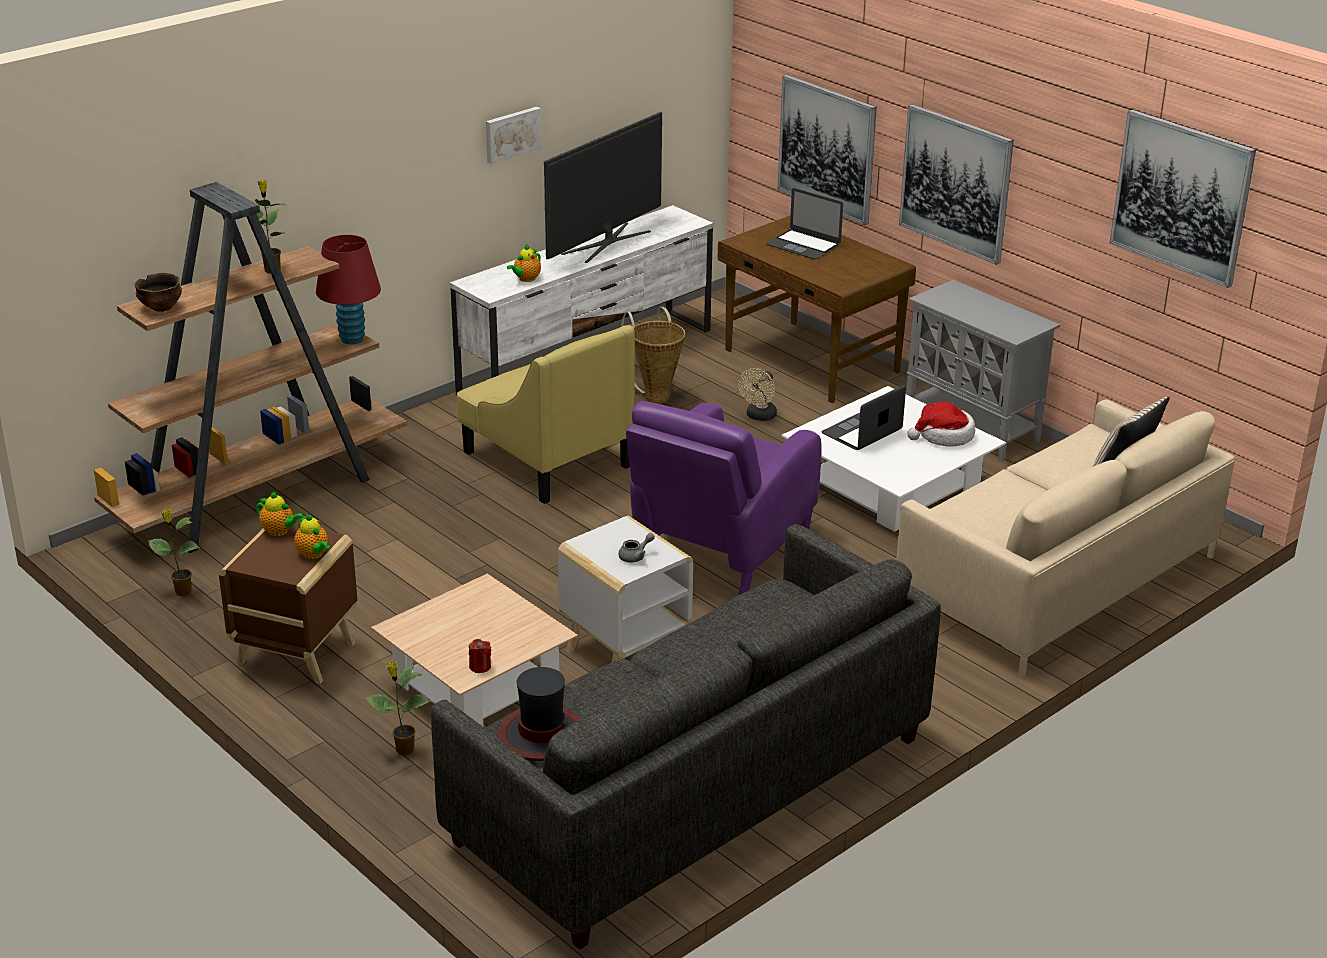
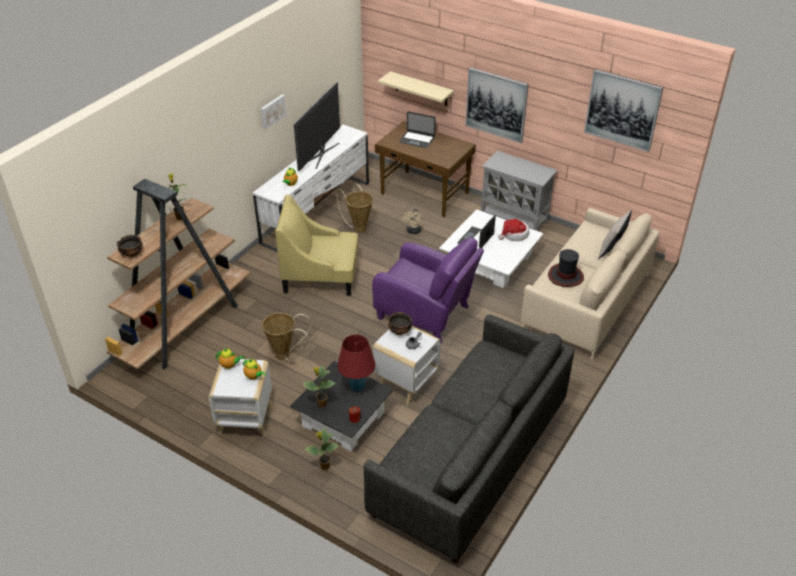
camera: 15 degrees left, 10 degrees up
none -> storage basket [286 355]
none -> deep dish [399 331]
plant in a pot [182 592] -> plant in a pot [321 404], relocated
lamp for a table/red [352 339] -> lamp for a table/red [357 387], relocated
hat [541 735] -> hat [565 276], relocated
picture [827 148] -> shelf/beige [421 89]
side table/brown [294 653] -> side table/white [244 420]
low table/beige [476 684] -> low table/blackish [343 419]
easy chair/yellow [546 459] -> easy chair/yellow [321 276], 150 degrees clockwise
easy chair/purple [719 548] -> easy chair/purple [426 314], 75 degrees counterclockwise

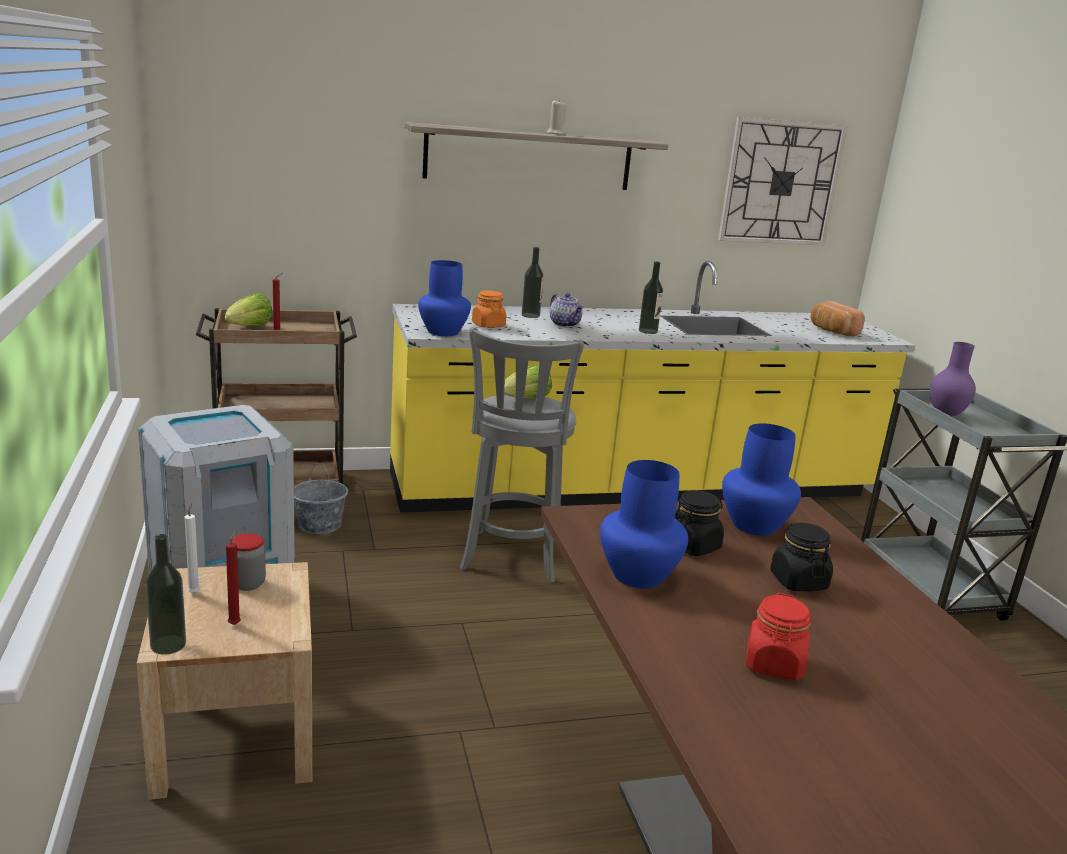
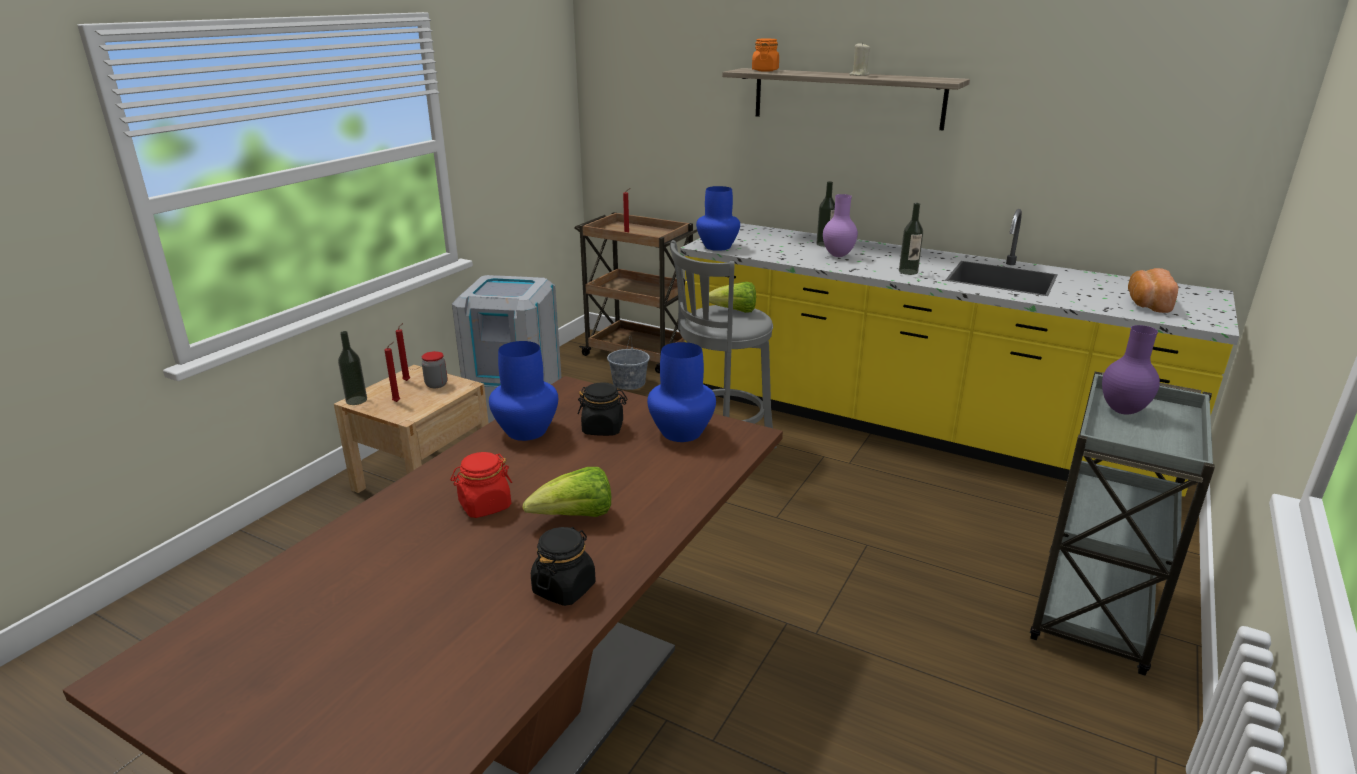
camera: 45 degrees right, 5 degrees up
wall clock [780 183] -> none
lettuce [249 328] -> lettuce [575 517], relocated
storage jar/orange-coloured [488 325] -> storage jar/orange-coloured [765 70], relocated
storage jar/blackish [798 581] -> storage jar/blackish [564 588], relocated
pot for tea [565 324] -> decorative vase/purple [838 255]
candle/white [194 592] -> candle/red [407 380]

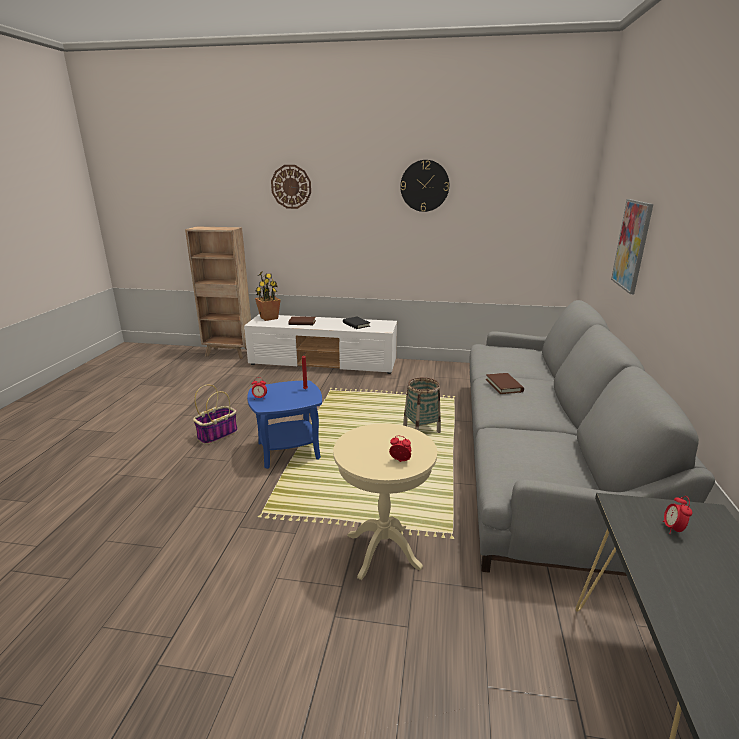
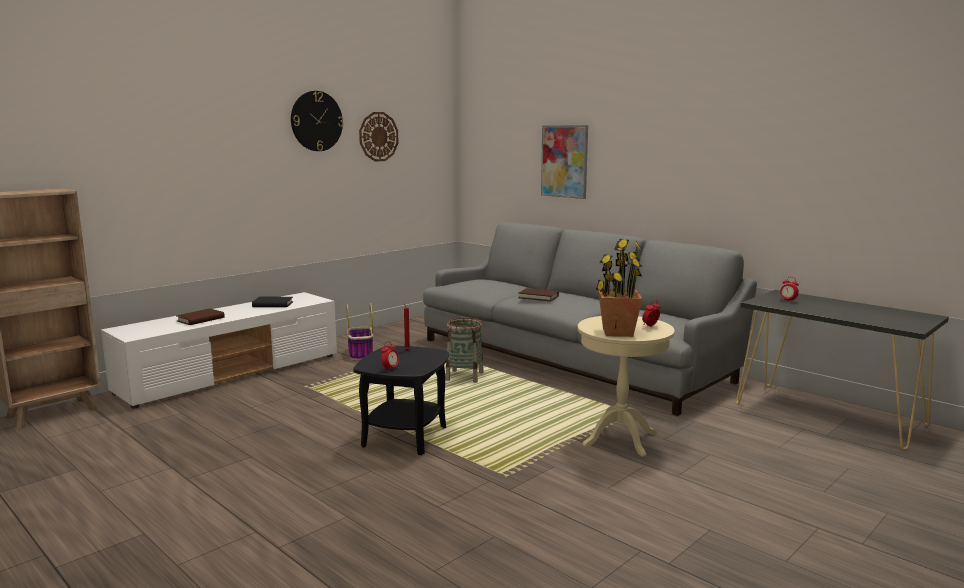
camera: 55 degrees left, 10 degrees down
storage basket [218 434] -> storage basket [360 354], relocated
plant in a pot [269 318] -> plant in a pot [617 332], relocated
wall clock [291 187] -> wall clock [378 136], relocated
side table/blue [289 450] -> side table/blackish [404 437]

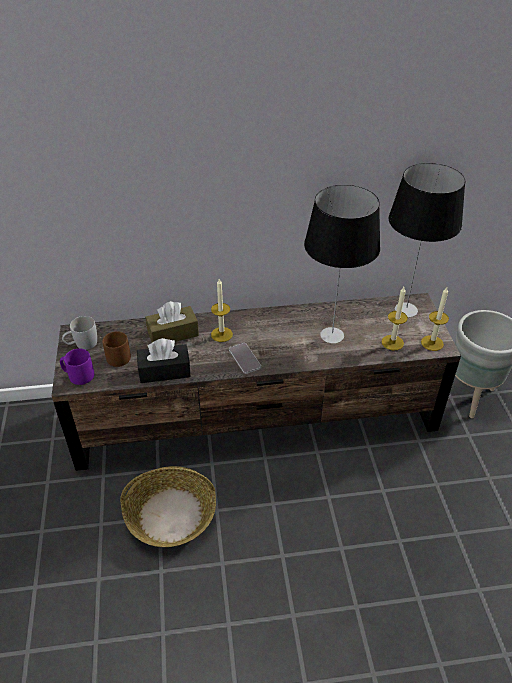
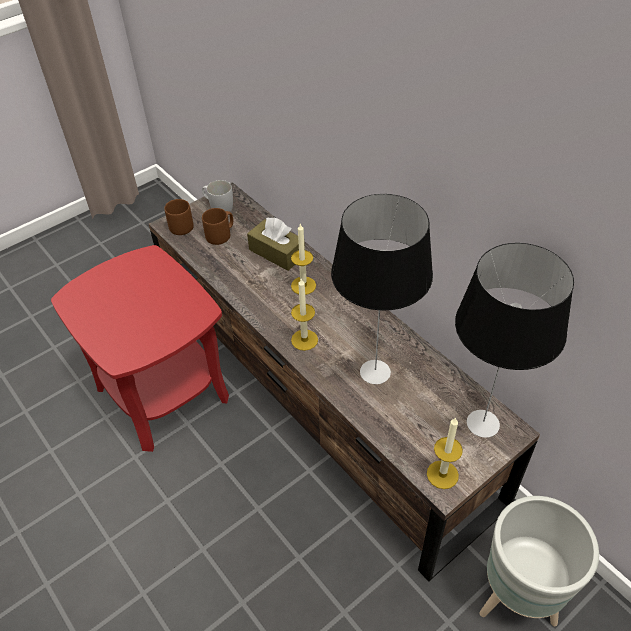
camera: 60 degrees right, 5 degrees up
tissue box/blackish [164 371] -> none
phone [244 358] -> none
candle [392 342] -> candle [304 340], relocated
storage basket [171 514] -> side table/red [164 393]
mug/purple [78 375] -> mug/brown [180 225]

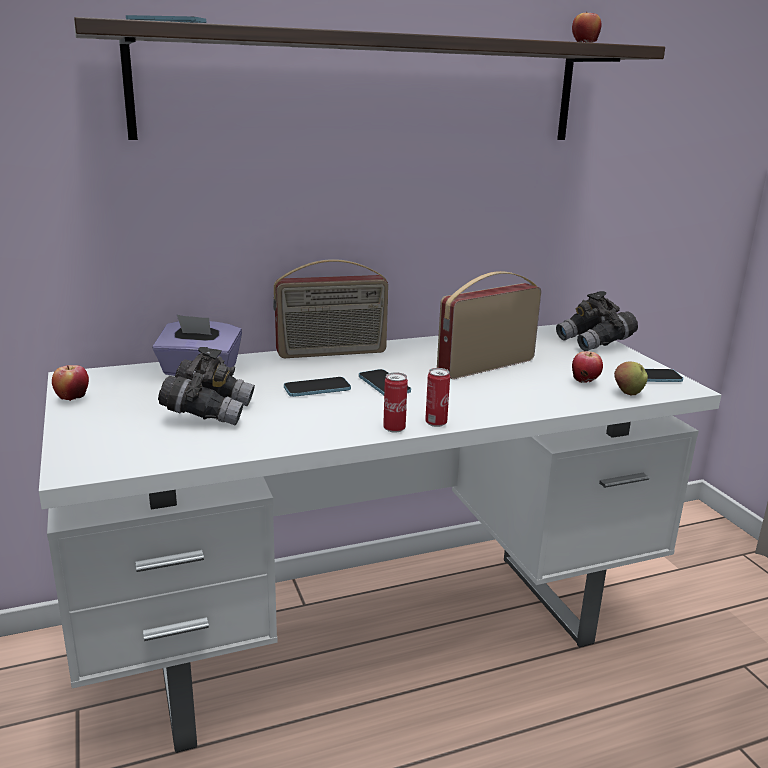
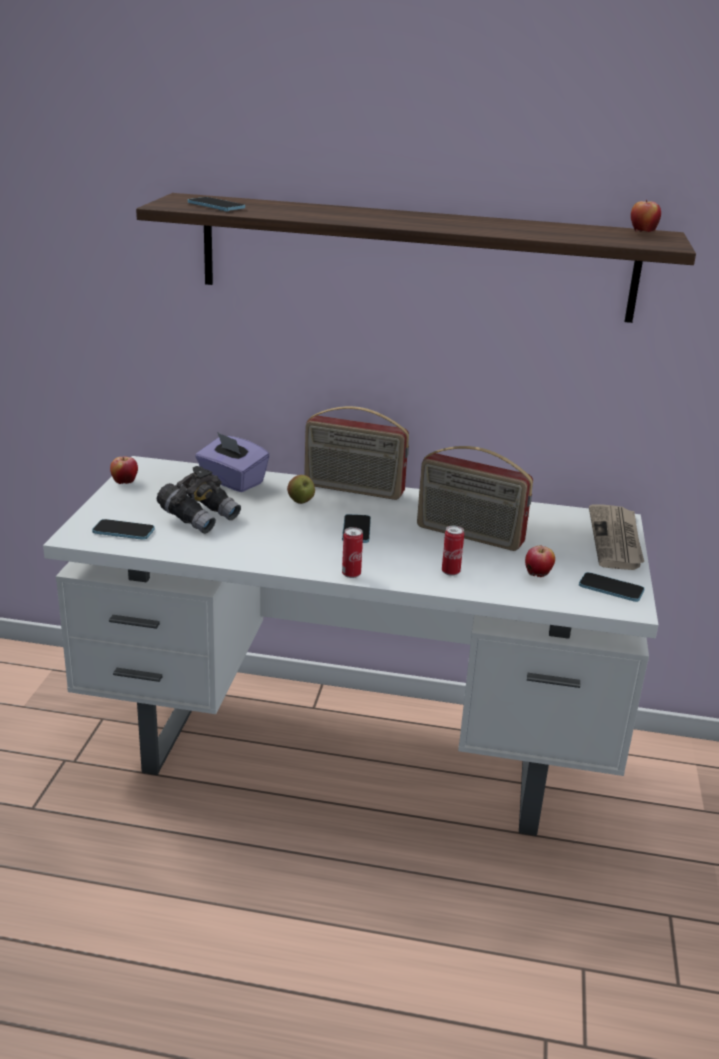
camera: 30 degrees right, 5 degrees up
phone [317 389] -> phone [123 531], relocated
metal can [394 429] -> metal can [450 572], relocated
apple [628 393] -> apple [301 502], relocated
field glasses/greyish [594 343] -> printed paper [616 540]
radio receiver [485 366] -> radio receiver [469 536], 150 degrees counterclockwise

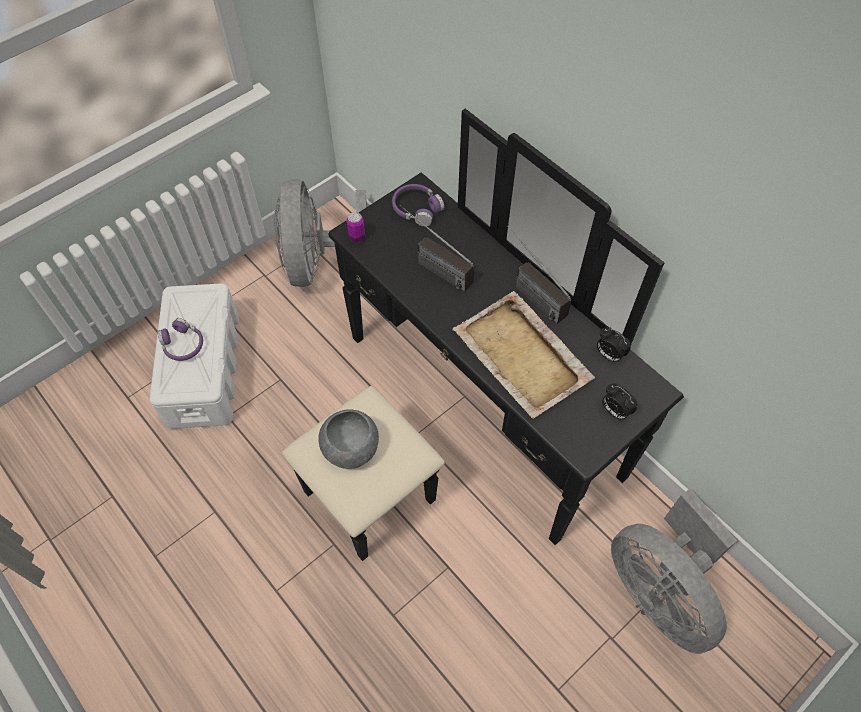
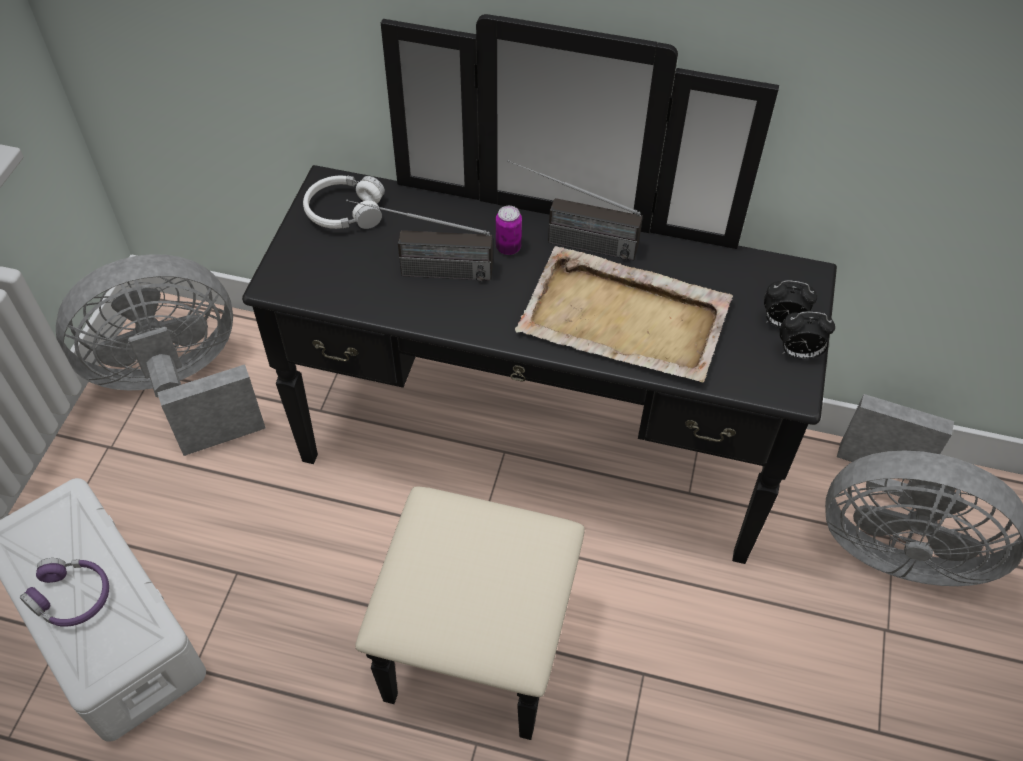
camera: 35 degrees left, 5 degrees down
deep dish/greyish [351 448] -> none
metal can [357 238] -> metal can [508 247], relocated
bedside clock [608 355] -> bedside clock [798 353], relocated
headphones/purple [416 209] -> headphones/white [345 211]
fan/greyish [318 262] -> fan/greyish [179 389], 105 degrees clockwise

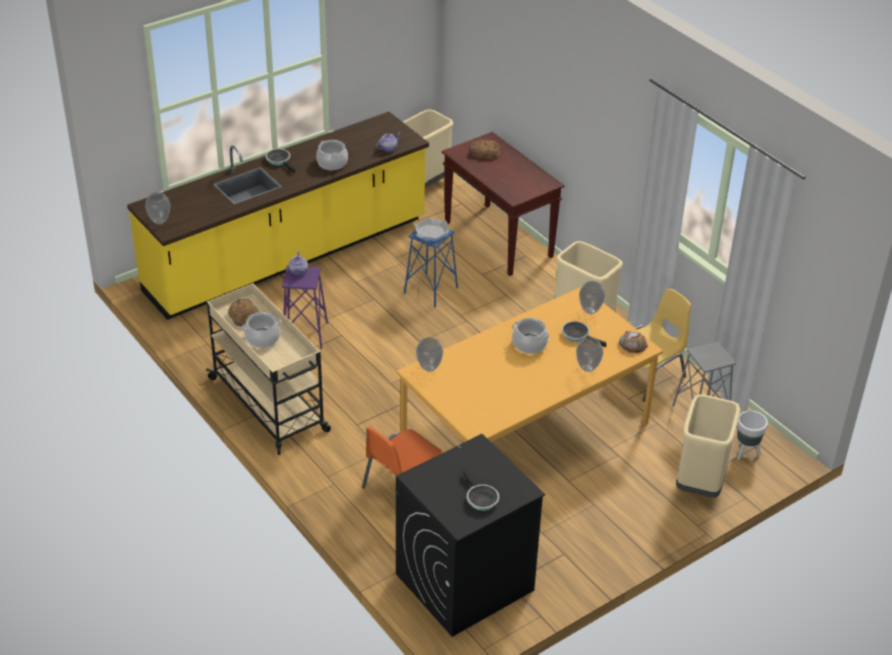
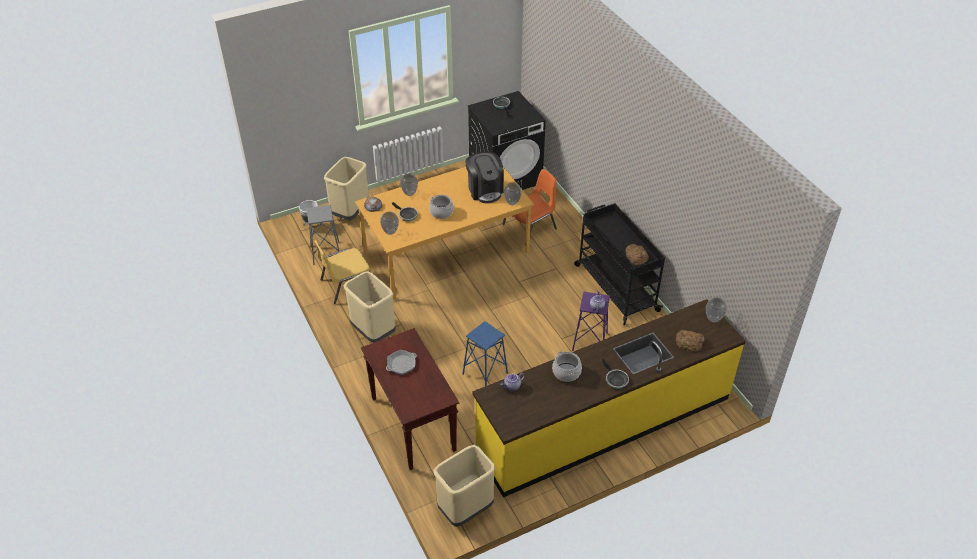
camera: 170 degrees left, 5 degrees up
saucepot [262 338] -> none
none -> coffee maker [485 190]
skillet [431 232] -> skillet [401 364], relocated
bread [485 152] -> bread [689 342], relocated
trolley/beige [269 405] -> trolley/blackish [615 287]

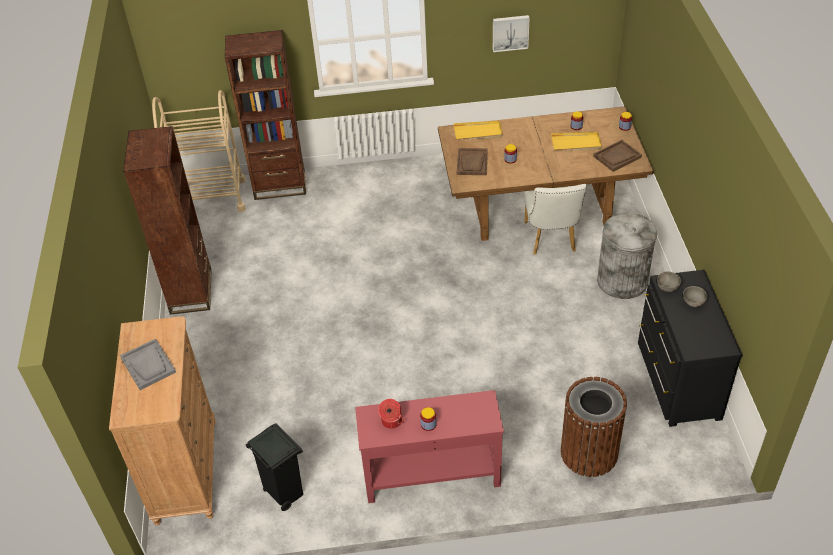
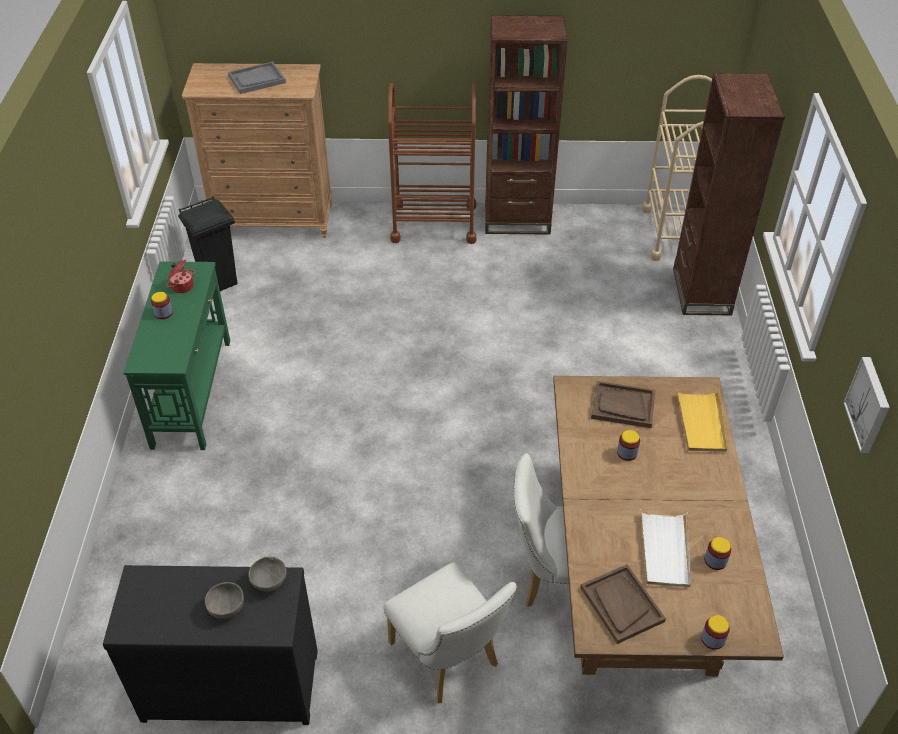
camera: 95 degrees right, 0 degrees up
rubbish bin/brown [588 453] -> none
none -> trolley/brown [434 223]
rubbish bin/greyish [622 281] -> upright chair/white [449 659]
narrow table/red [431 474] -> narrow table/green-coloured [193 391]
carrying tray/yellow [576 143] -> carrying tray/white [665 550]

